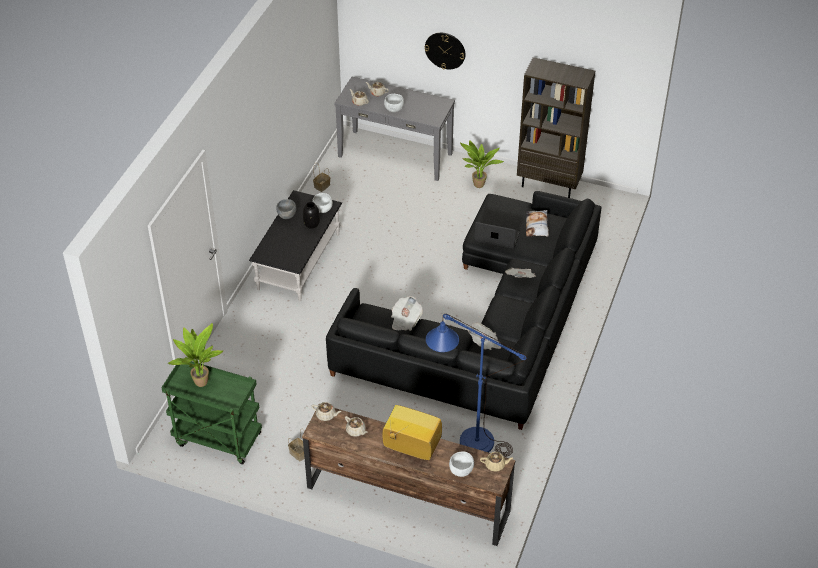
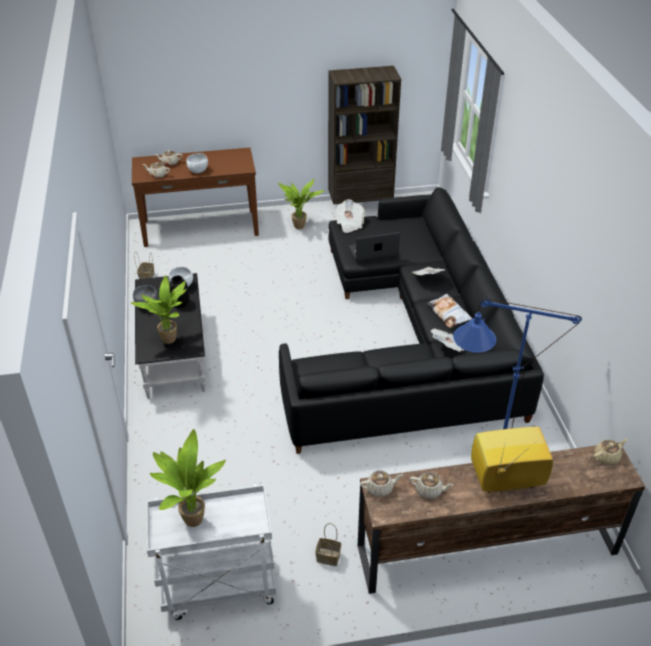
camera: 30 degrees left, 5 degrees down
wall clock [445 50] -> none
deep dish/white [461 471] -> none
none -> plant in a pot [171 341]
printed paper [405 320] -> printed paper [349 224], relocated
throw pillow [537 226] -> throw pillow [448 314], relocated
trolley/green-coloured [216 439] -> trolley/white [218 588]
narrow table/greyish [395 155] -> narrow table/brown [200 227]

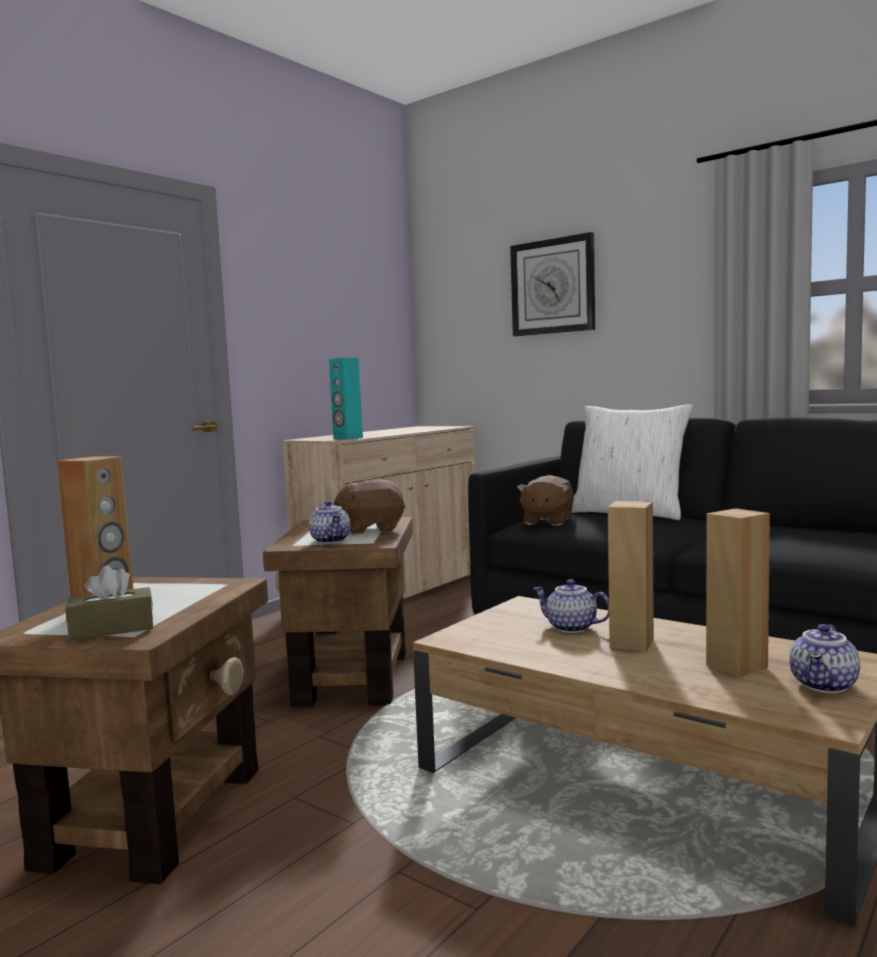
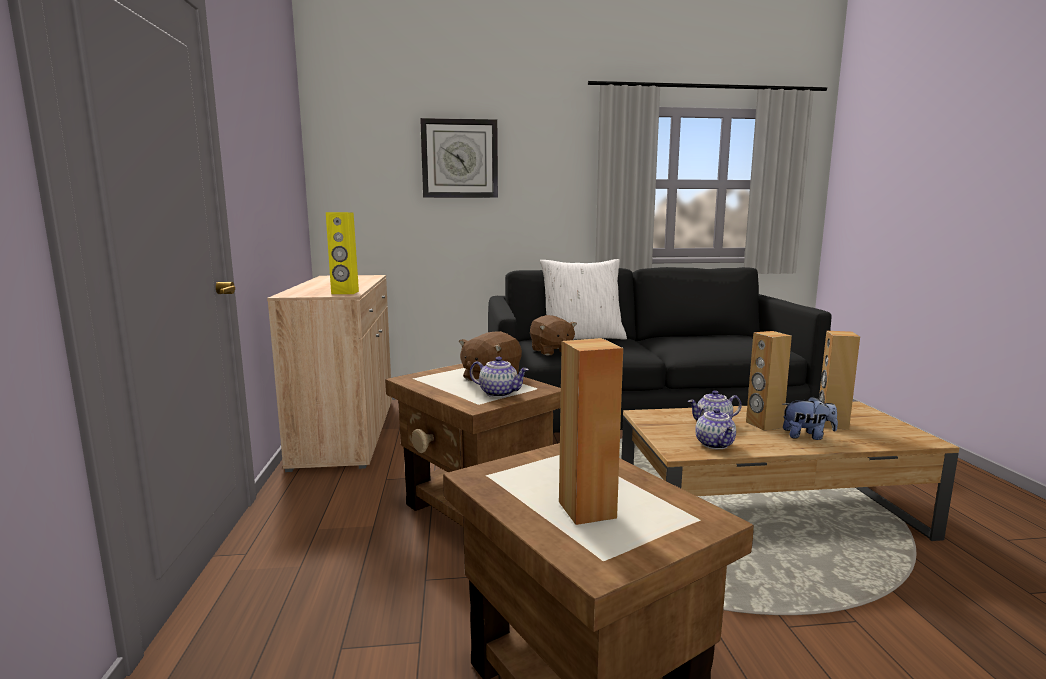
camera: 45 degrees left, 5 degrees up
tissue box/brown [112 629] -> none
none -> plush toy [807 436]
pot for tea [825 685] -> pot for tea [715 444], relocated
speaker/blue-green [347 438] -> speaker/yellow [345 292]

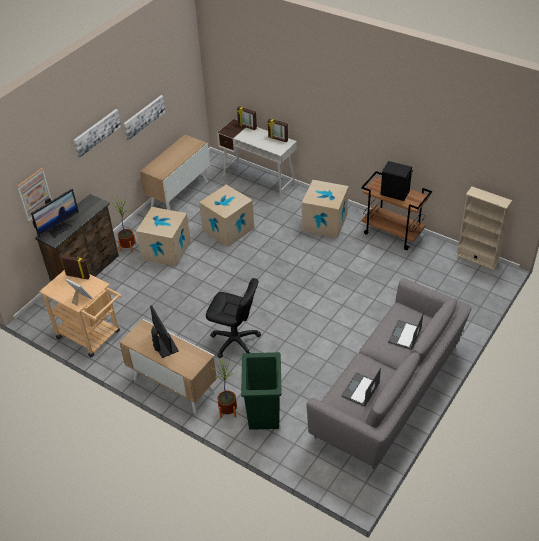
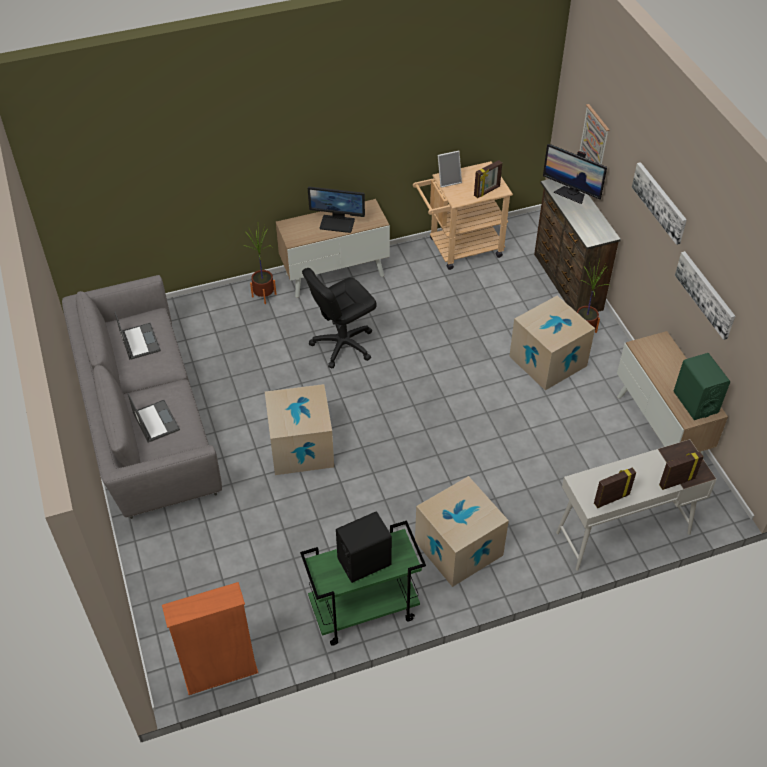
camera: 125 degrees right, 5 degrees up
rubbish bin/green-coloured [263 413] -> none
none -> speaker/green-coloured [695 402]
cardboard box [228 229] -> cardboard box [301 447], relocated
trolley/brown [393 233] -> trolley/green-coloured [363 612]
shelving unit/beige [477 258] -> shelving unit/orange-coloured [221 674]
monitor [59 229] -> monitor [571 193], 45 degrees counterclockwise

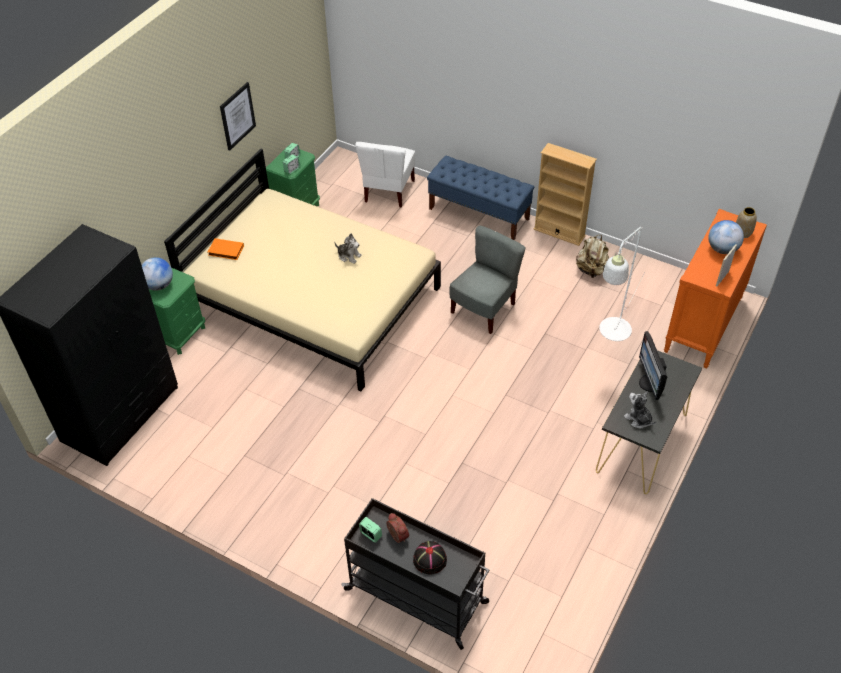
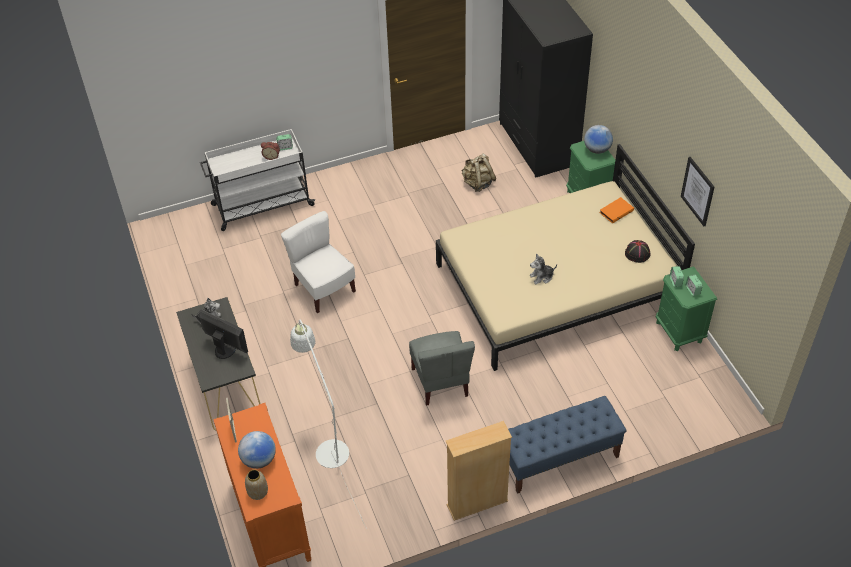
camera: 130 degrees right, 0 degrees up
upright chair/white [388 191] -> upright chair/white [323 289], relocated
hat/blackish [429 559] -> hat/blackish [637 253], relocated
backpack/beige [591 270] -> backpack/beige [478 183], relocated
trolley/blackish [417 596] -> trolley/white [261 205]

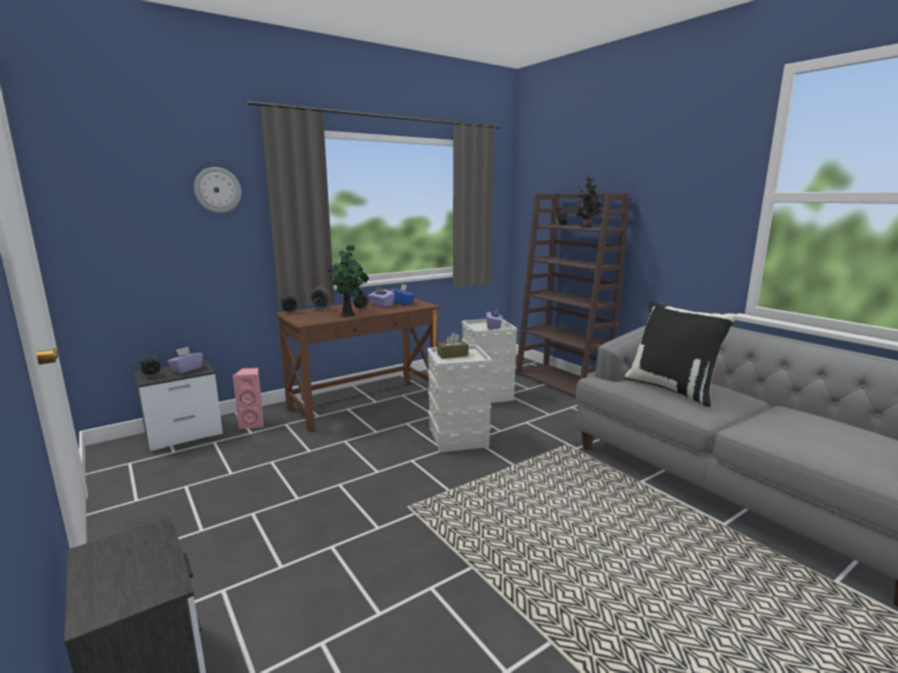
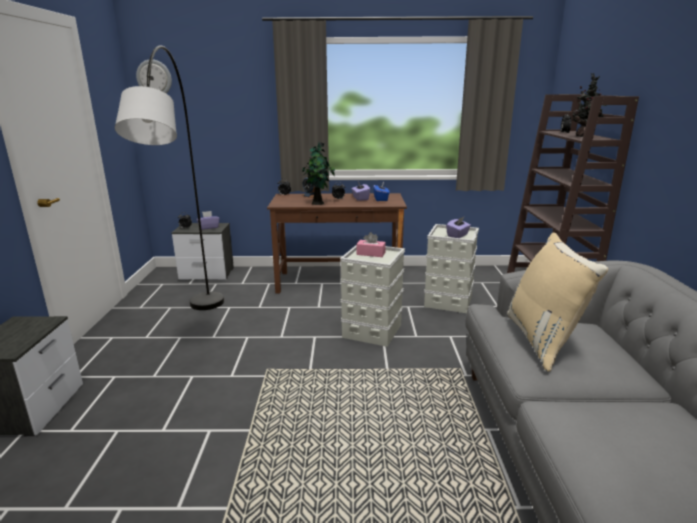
camera: 35 degrees right, 5 degrees up
speaker/pink [253 423] -> none
none -> standard lamp/greyish [195 333]
wall clock [217 190] -> wall clock [154 78], relocated
tissue box/brown [452 355] -> tissue box/pink [371 253]
throw pillow/blackish [672 389] -> throw pillow/beige [543 341]

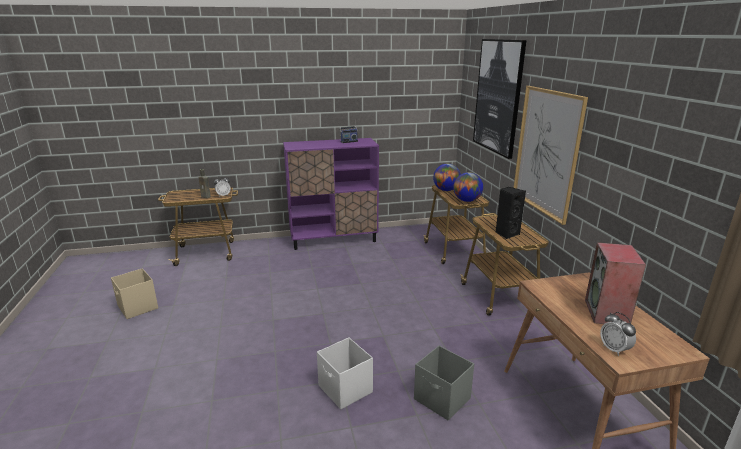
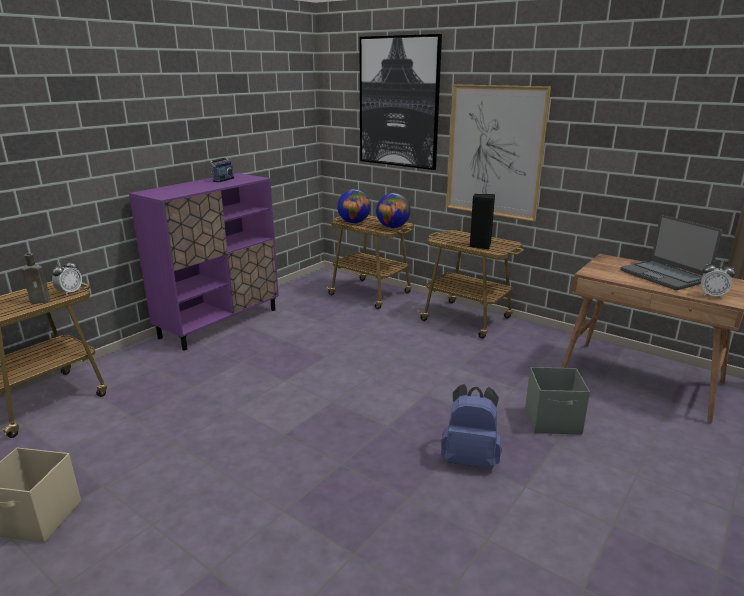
camera: 40 degrees left, 0 degrees up
storage container/white [345 390] -> backpack/blue [470 459]
speaker [607 313] -> laptop [664 276]

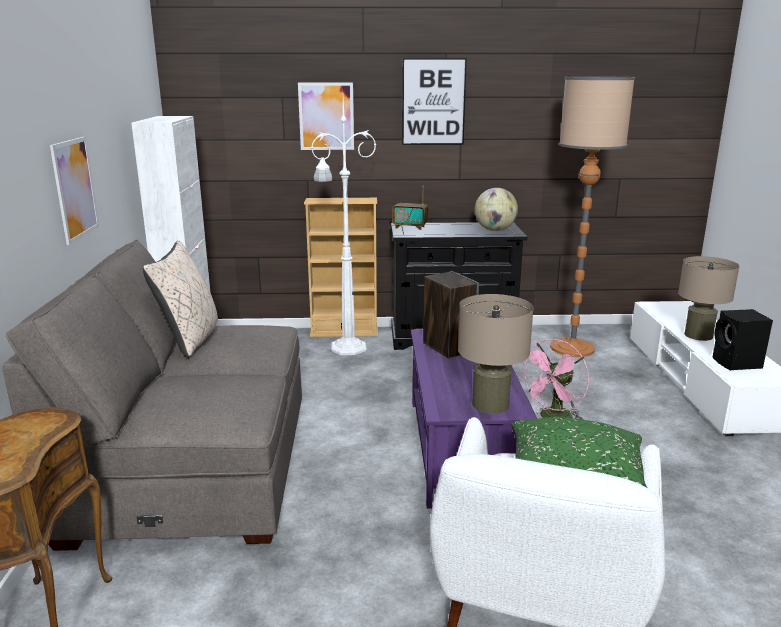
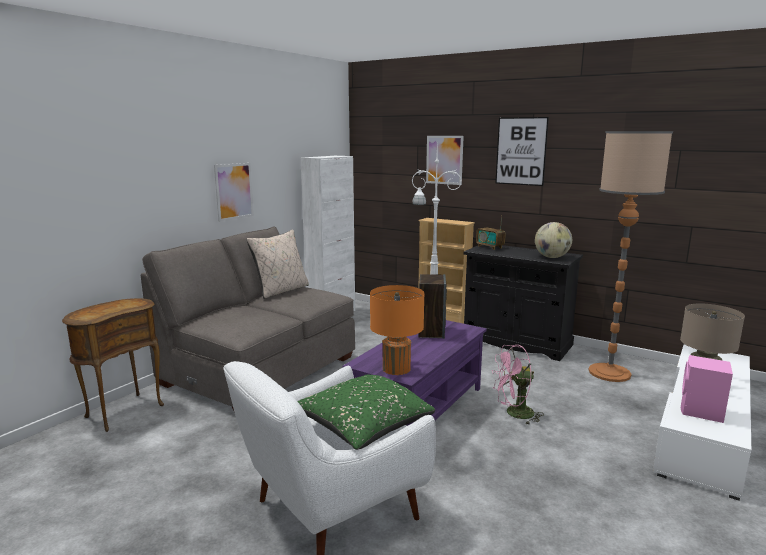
camera: 35 degrees right, 5 degrees down
lamp for a table/beige [490 404] -> lamp for a table/orange-coloured [396 369]
speaker/blackish [737 364] -> speaker/pink [701 412]

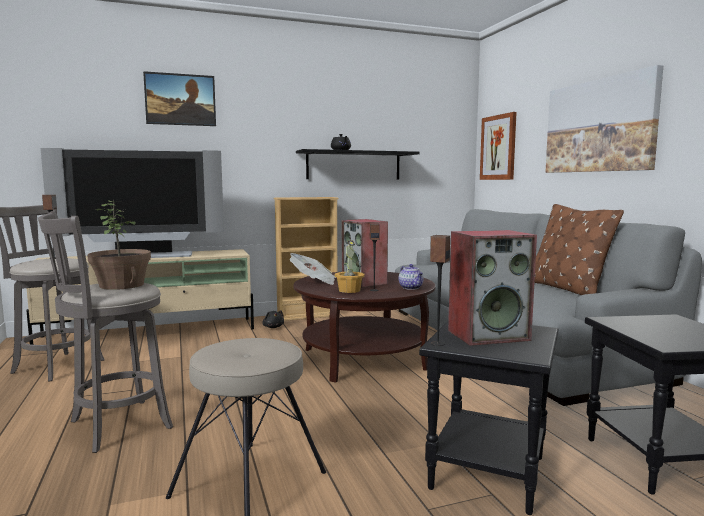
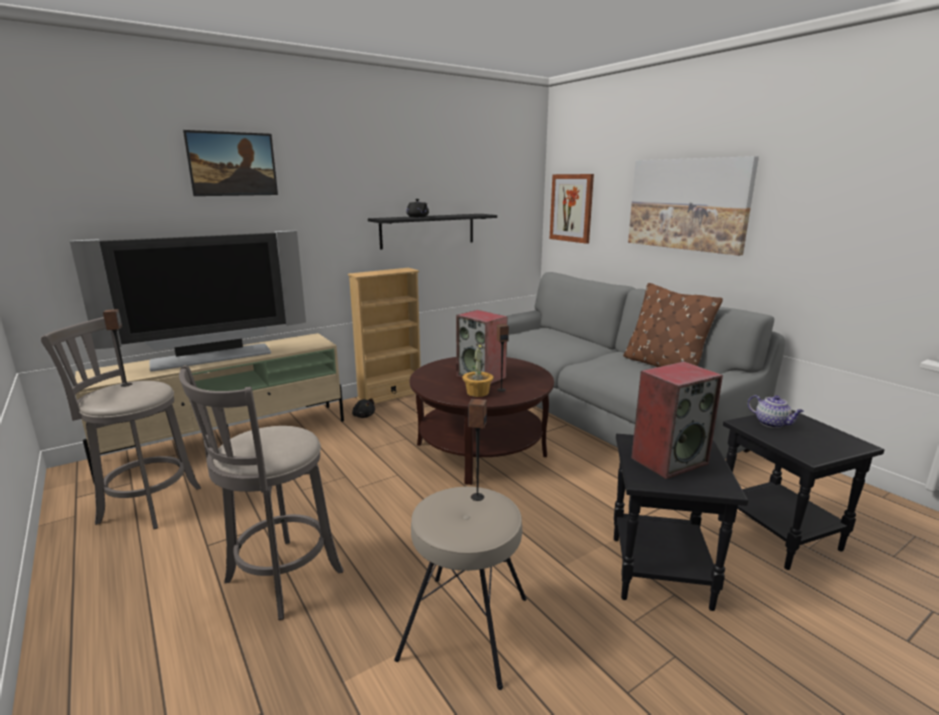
camera: 15 degrees left, 10 degrees up
plant in a pot [122 285] -> none
printed paper [313 282] -> none
pot for tea [411 288] -> pot for tea [772 423], relocated
speaker [437 343] -> speaker [477 497], relocated

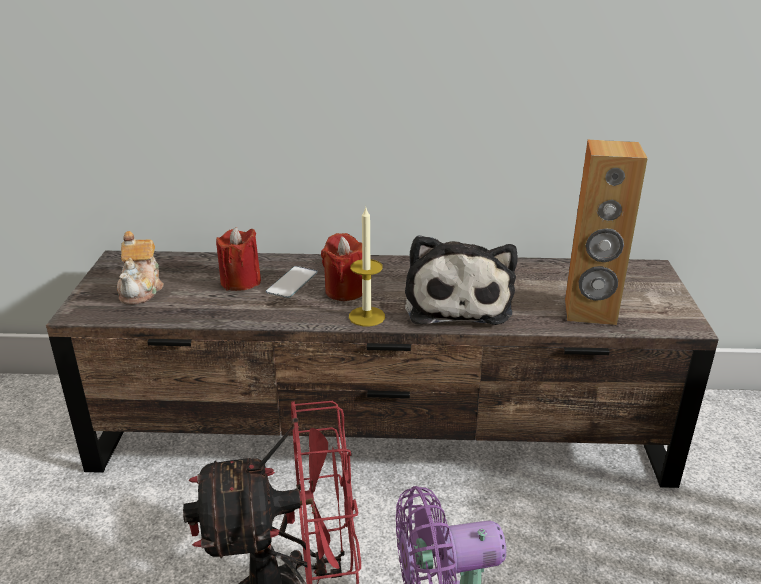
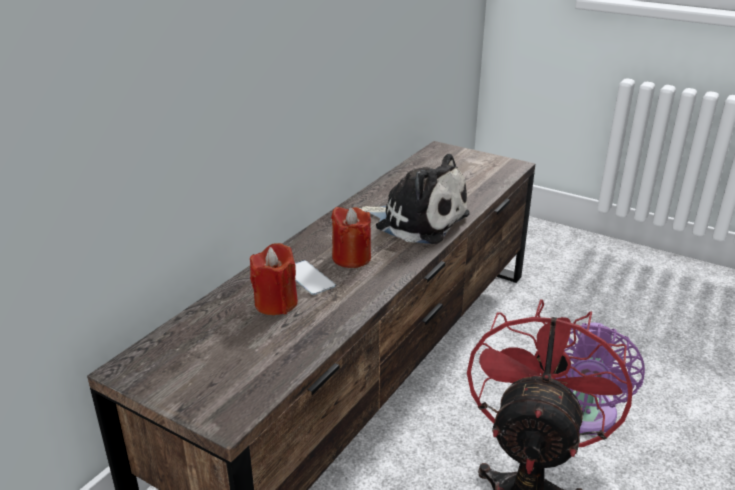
camera: 60 degrees left, 0 degrees up
pot for tea [142 290] -> none
candle [366 316] -> none
speaker/brown [590 312] -> none

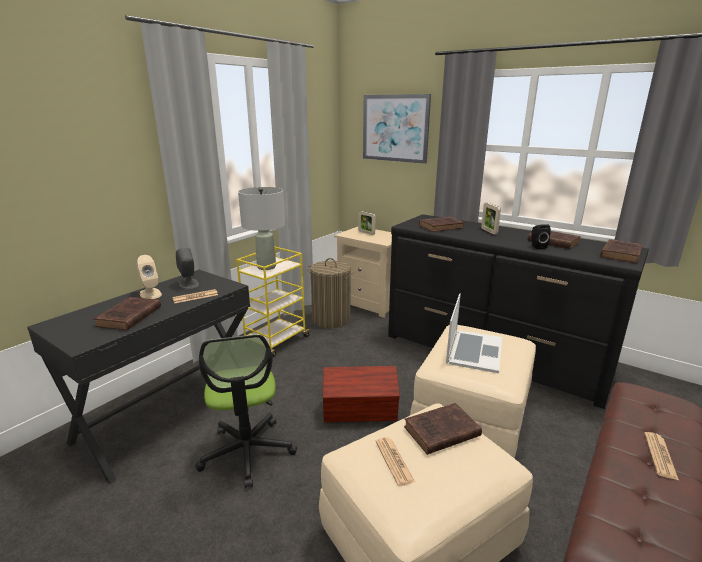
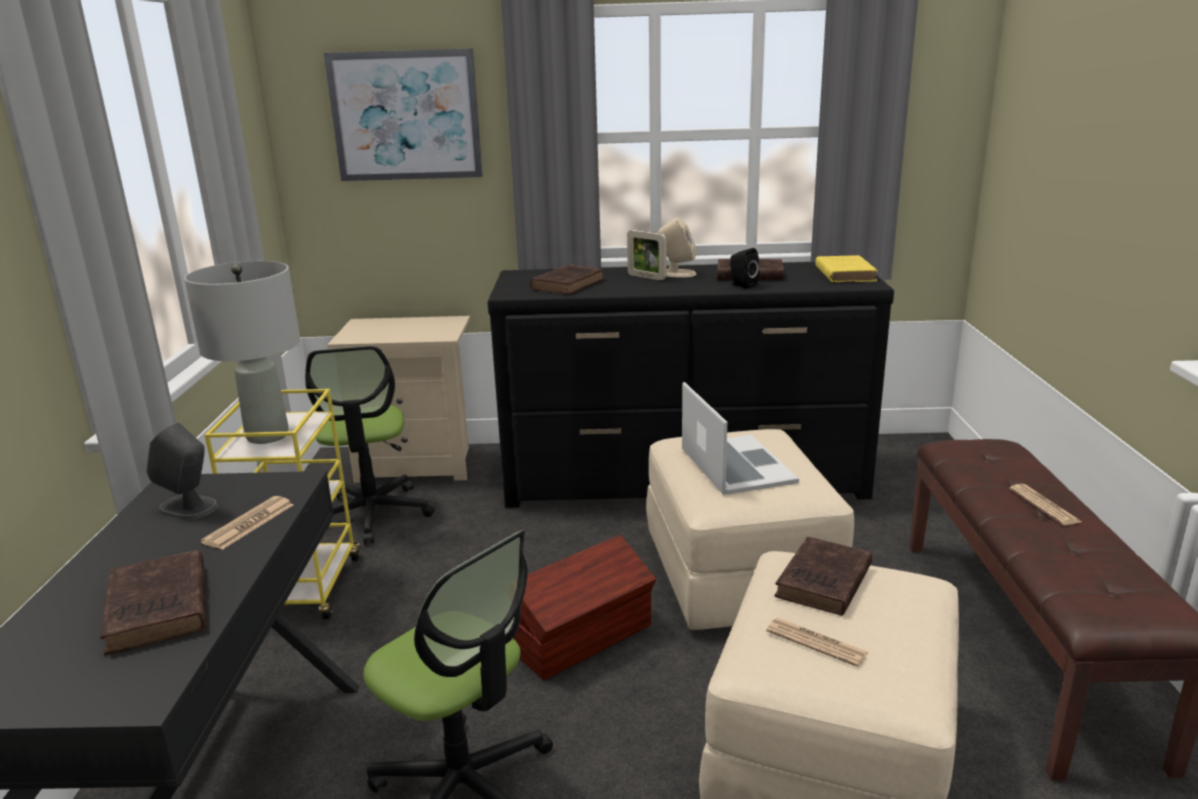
camera: 35 degrees left, 0 degrees up
photo frame [366 233] -> none
speaker/beige [150 294] -> speaker/beige [677 273], relocated
washing basket [331 319] -> computer chair [372 514]
volume/brown [621 253] -> volume/yellow [844 273]

